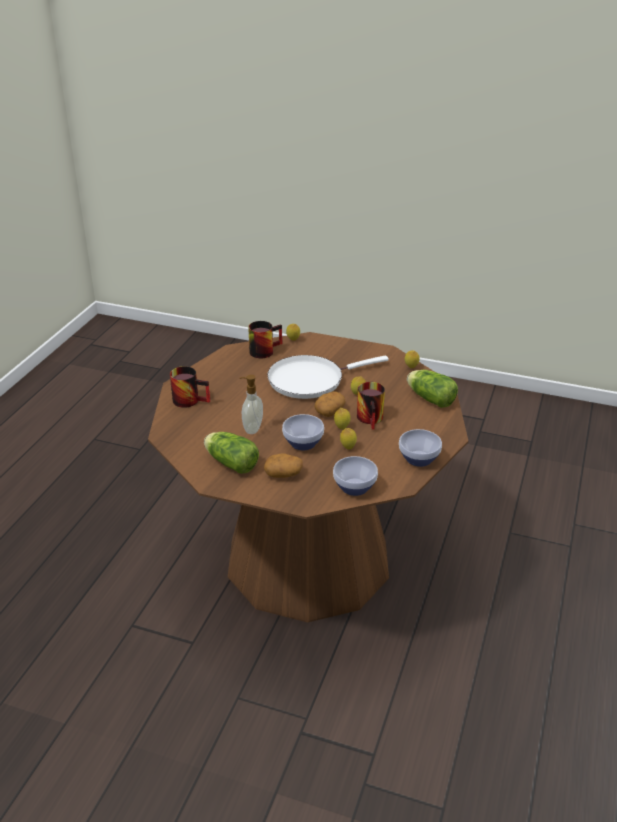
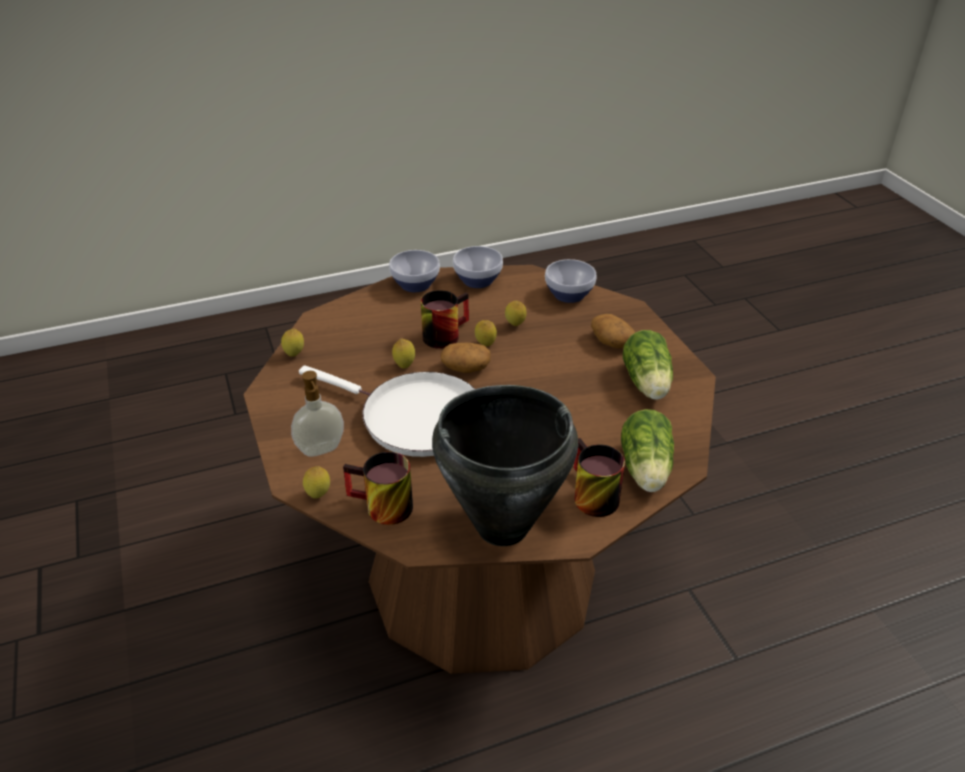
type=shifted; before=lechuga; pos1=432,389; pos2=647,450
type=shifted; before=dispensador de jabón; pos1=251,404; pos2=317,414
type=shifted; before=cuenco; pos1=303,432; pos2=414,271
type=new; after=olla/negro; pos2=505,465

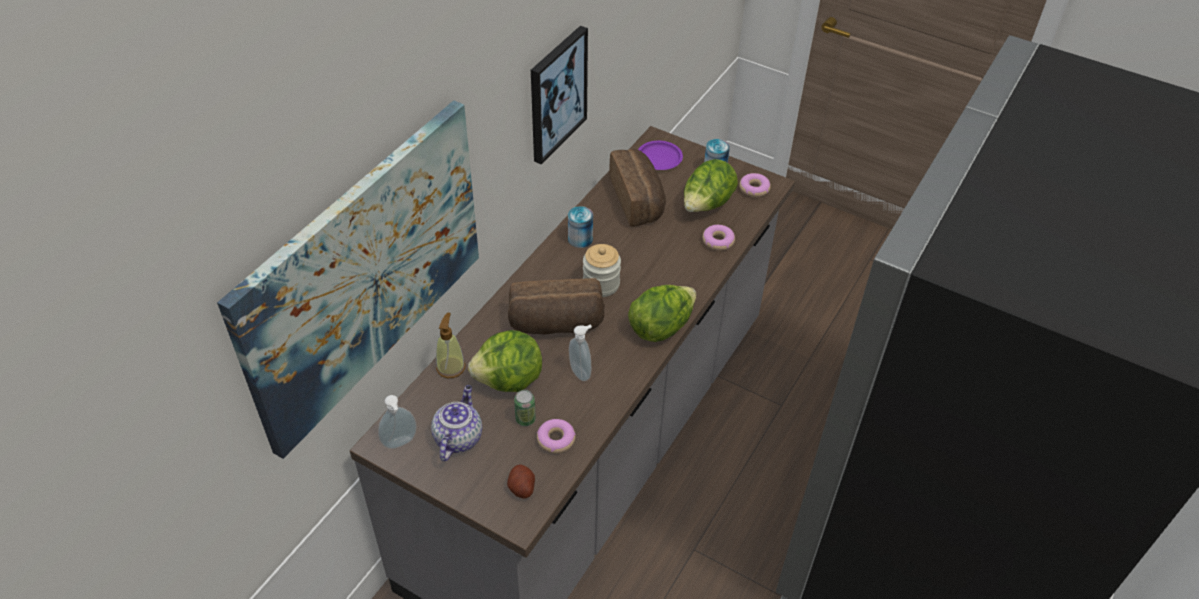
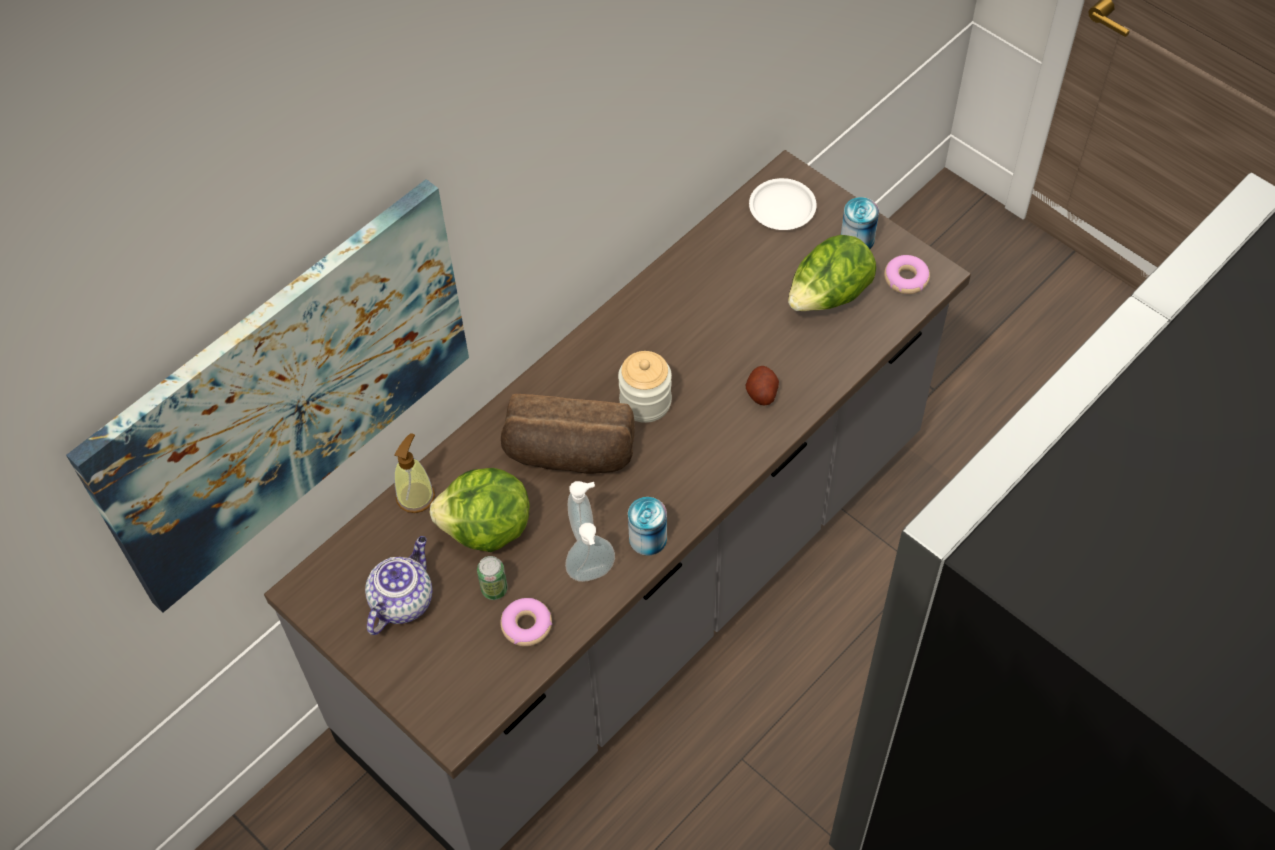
type=gone; before=cuadro; pos1=559,95
type=repainted; before=plato/morado; after=plato/blanco; pos1=660,155; pos2=783,204
type=gone; before=pan; pos1=637,188
type=shifted; before=lata; pos1=580,227; pos2=647,526
type=gone; before=rosquilla; pos1=718,238
type=gone; before=lechuga; pos1=662,313
type=shifted; before=dispensador de jabón; pos1=397,422; pos2=590,552
type=shifted; before=patata; pos1=521,481; pos2=762,386

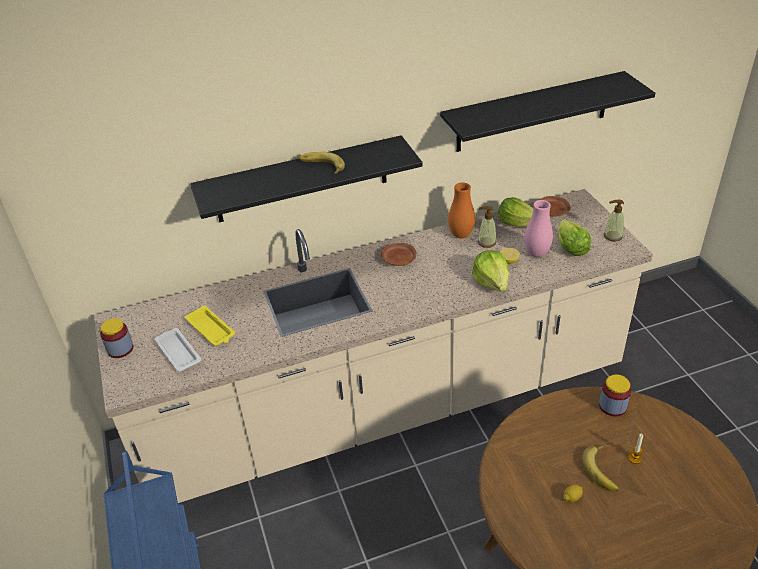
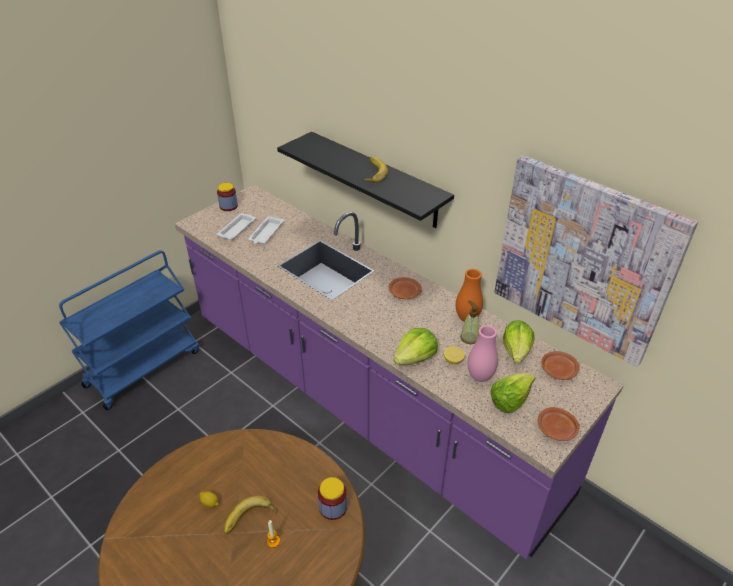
type=swapped; before=estante/negro; after=cuadro; pos1=547,111; pos2=596,261
type=repainted; before=mueble bajo de cocina/beis; after=mueble bajo de cocina/morado; pos1=373,346; pos2=399,372
type=swapped; before=dispensador de jabón; after=plato/marrón; pos1=614,221; pos2=559,424
type=repainted; before=bandeja/amarillo; after=bandeja/blanco; pos1=210,325; pos2=266,230

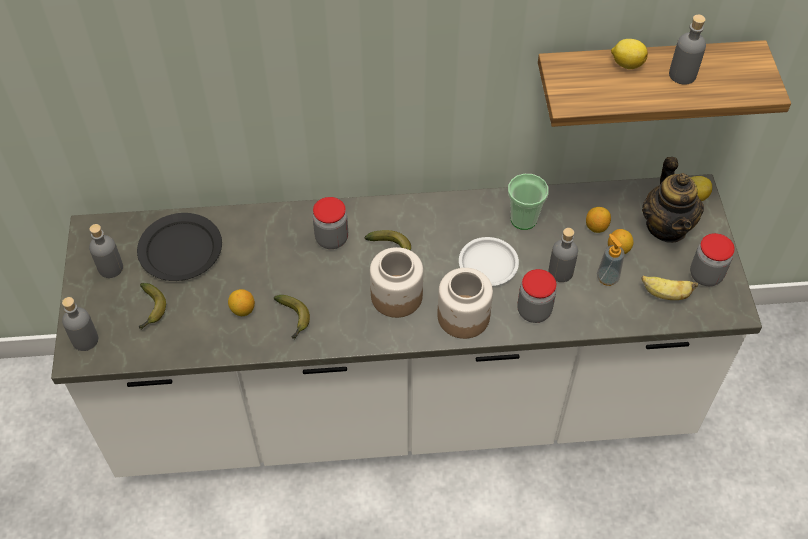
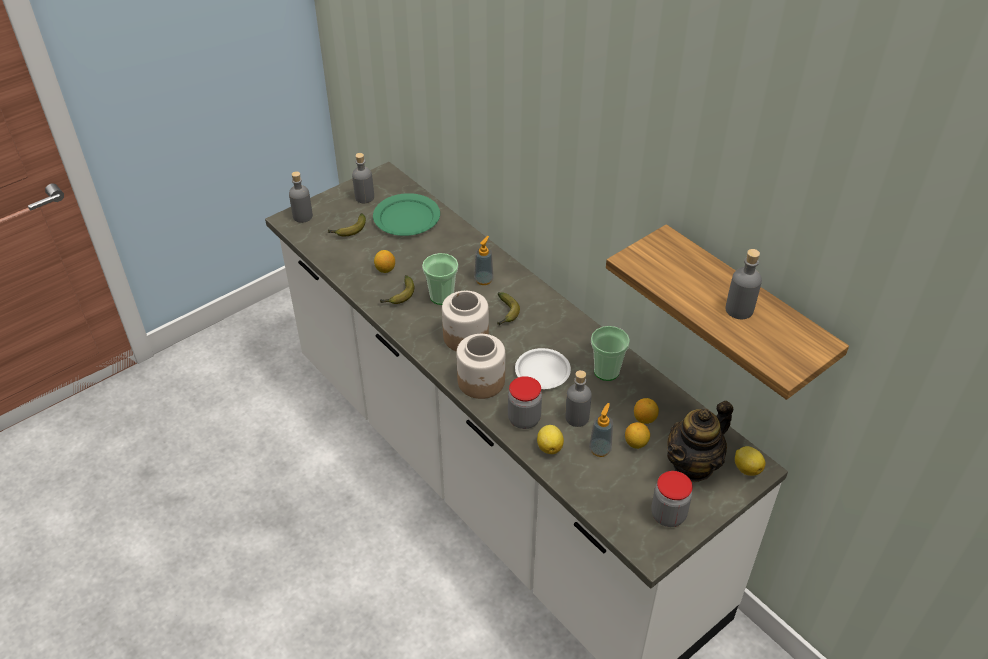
type=shifted; before=limón; pos1=629,54; pos2=550,439
type=swapped; before=tarro; after=dispensador de jabón; pos1=330,223; pos2=484,260
type=repainted; before=plato/negro; after=plato/verde; pos1=179,247; pos2=406,214
type=gone; before=plátano; pos1=670,288
type=new; after=taza; pos2=440,279

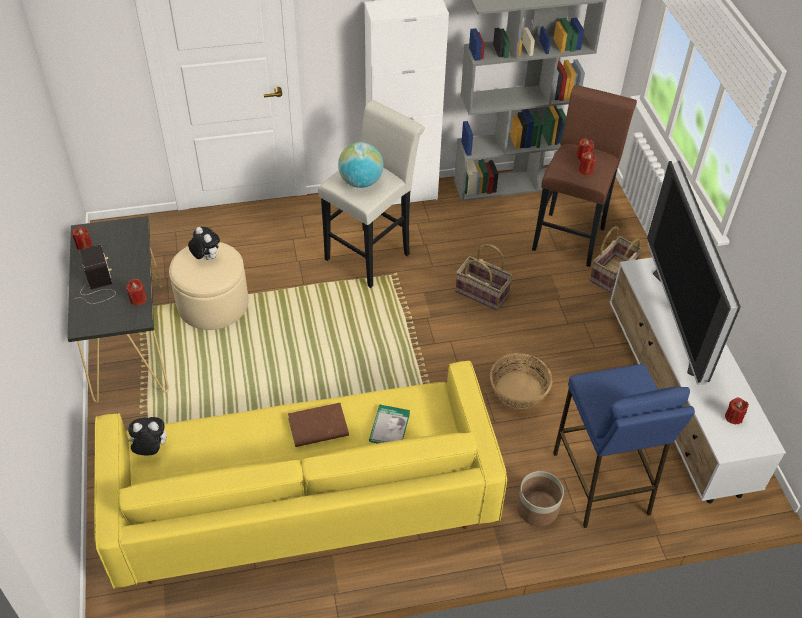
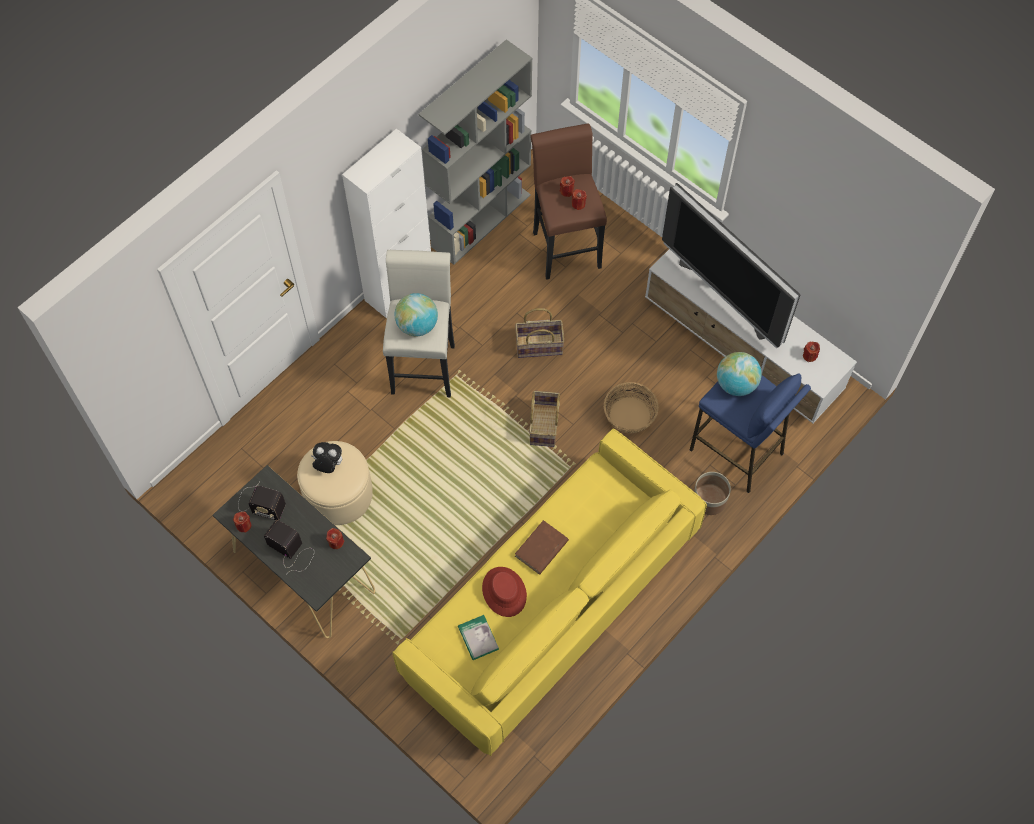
type=shifted; before=cesta; pos1=615,259; pos2=544,419
type=shifted; before=libro; pos1=389,424; pos2=478,637
type=gone; before=peluche; pos1=147,436
type=new; after=globo terráqueo; pos2=739,374
type=new; after=radio; pos2=262,501
type=new; after=sombrero/rojo; pos2=504,592

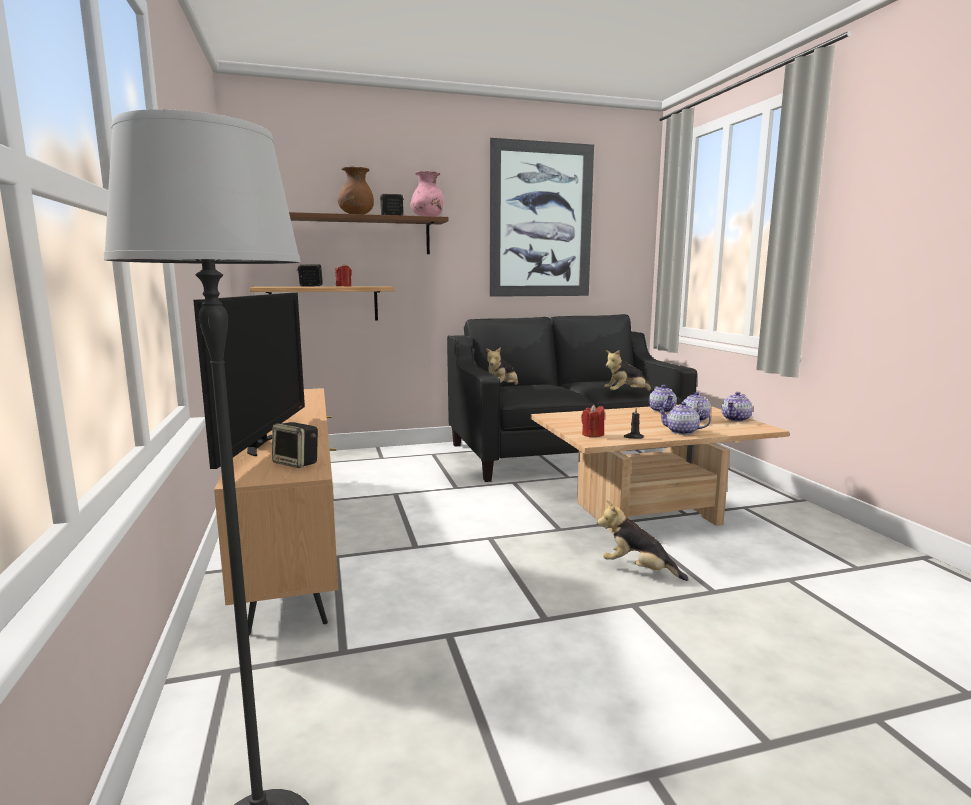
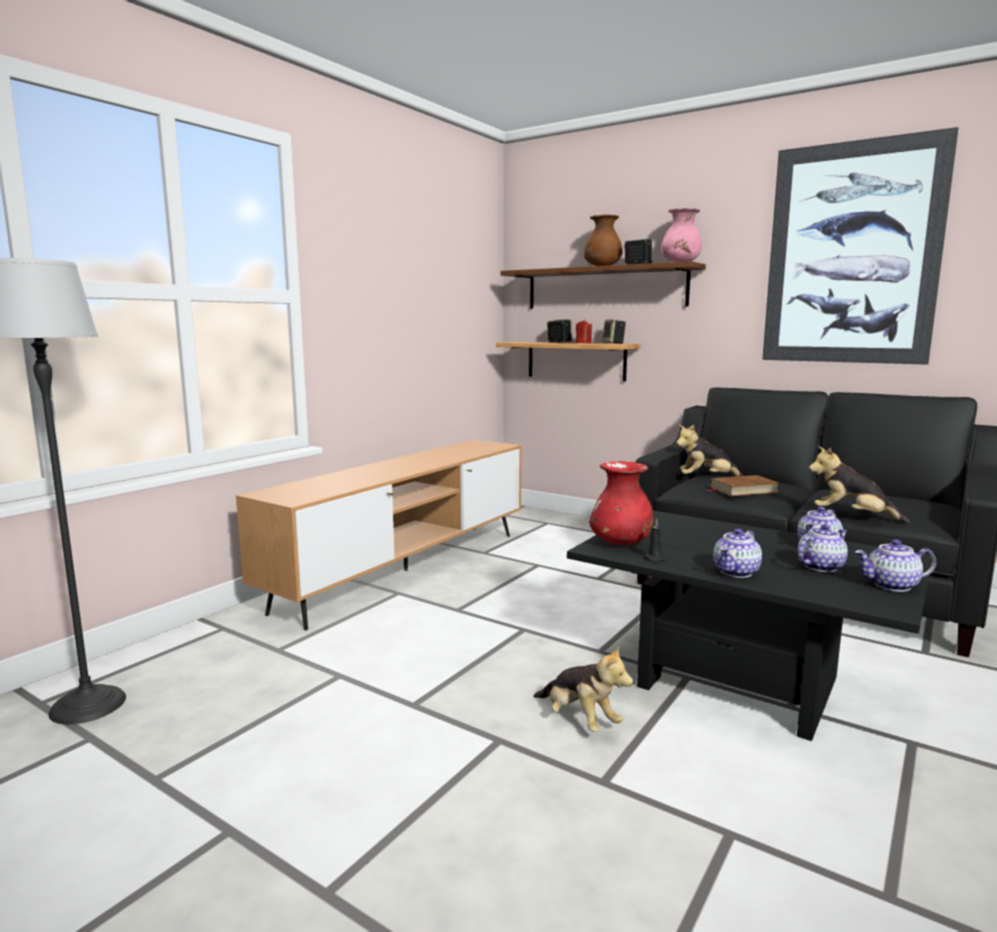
type=gone; before=televisor; pos1=249,380
type=rotated; before=tetera; pos1=684,418; pos2=737,553; turn=-120
type=repainted; before=mesa de centro/beis; after=mesa de centro/negro; pos1=660,469; pos2=749,625
type=swapped; before=vela/rojo; after=florero/rojo; pos1=593,421; pos2=621,503
type=shifted; before=altavoz; pos1=295,445; pos2=614,331
type=rotated; before=peluche; pos1=643,540; pos2=583,688; turn=150
type=new; after=libro/marrón; pos2=743,485

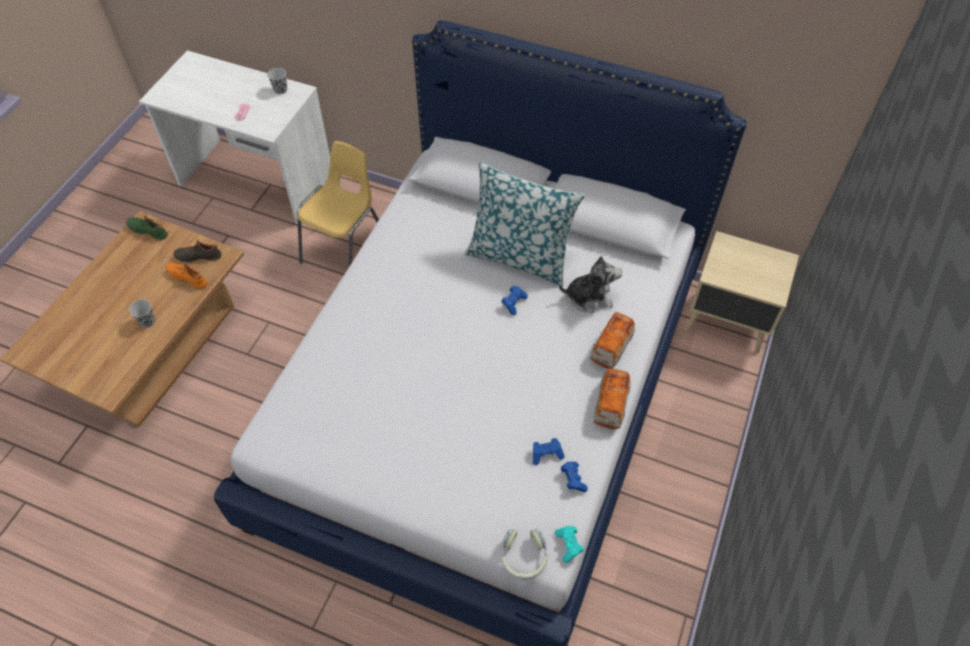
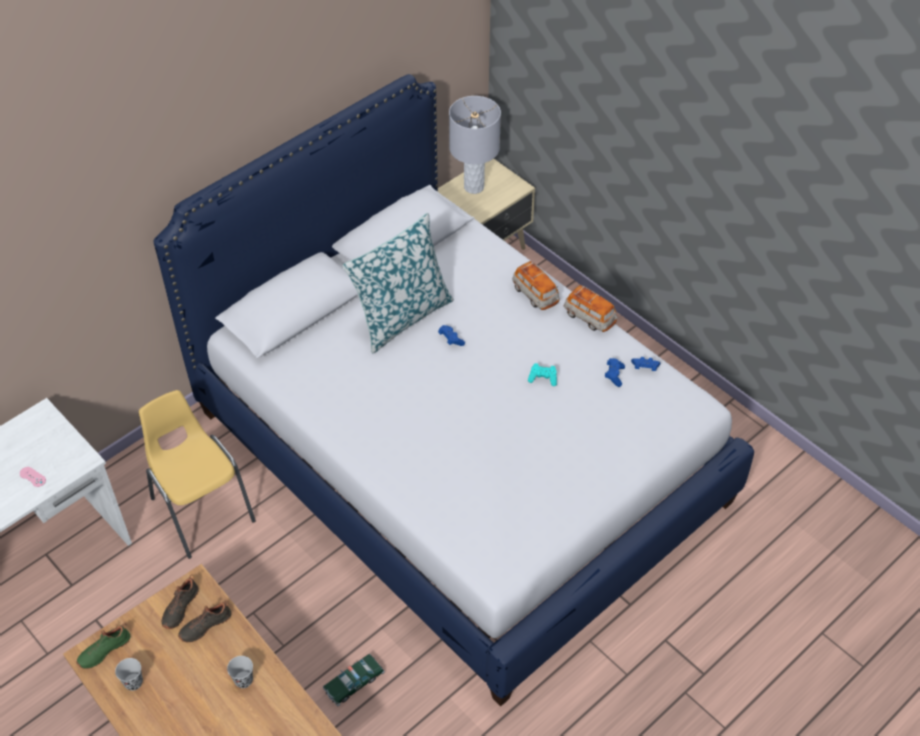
type=shifted; before=taza/negro; pos1=277,81; pos2=129,674
type=gone; before=peluche; pos1=590,284
type=repainted; before=zapato/naranja; after=zapato/negro; pos1=186,276; pos2=204,621
type=shifted; before=mando de consola/turquesa; pos1=569,544; pos2=542,374
type=gone; before=auriculares; pos1=524,554
type=new; after=lámpara de mesa/gris; pos2=475,145
type=new; after=coche de juguete; pos2=354,680

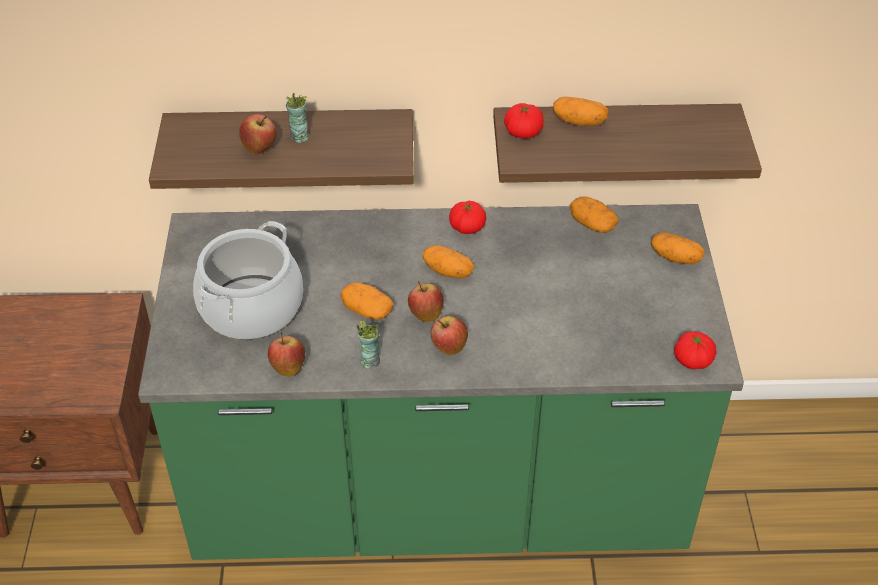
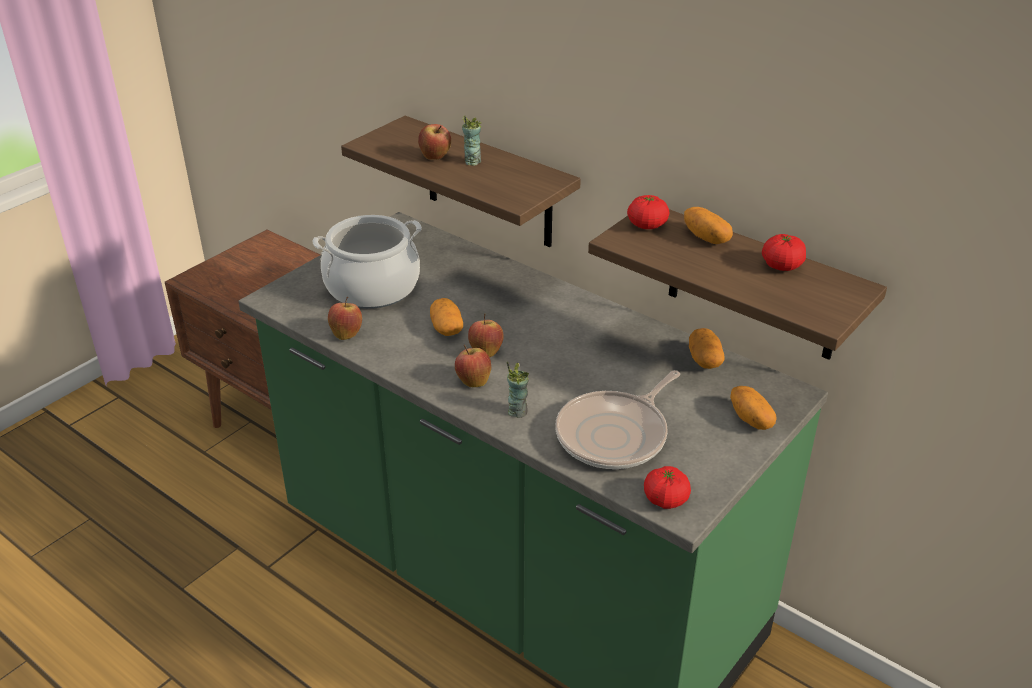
type=shifted; before=tomate; pos1=467,217; pos2=784,252
type=gone; before=patata; pos1=448,262
type=shifted; before=taza; pos1=368,344; pos2=517,389
type=new; after=sartén; pos2=617,419

